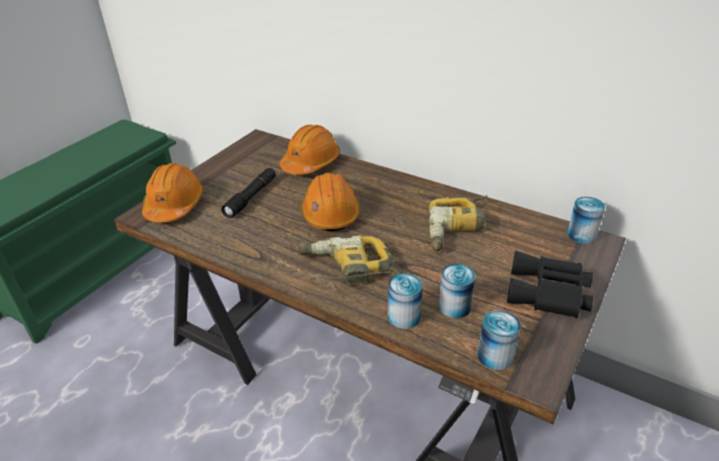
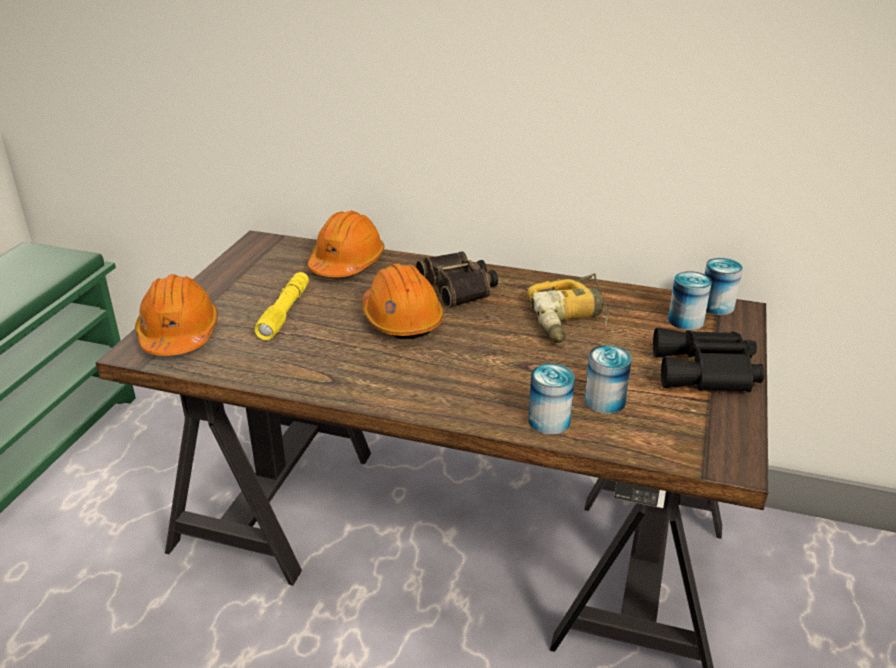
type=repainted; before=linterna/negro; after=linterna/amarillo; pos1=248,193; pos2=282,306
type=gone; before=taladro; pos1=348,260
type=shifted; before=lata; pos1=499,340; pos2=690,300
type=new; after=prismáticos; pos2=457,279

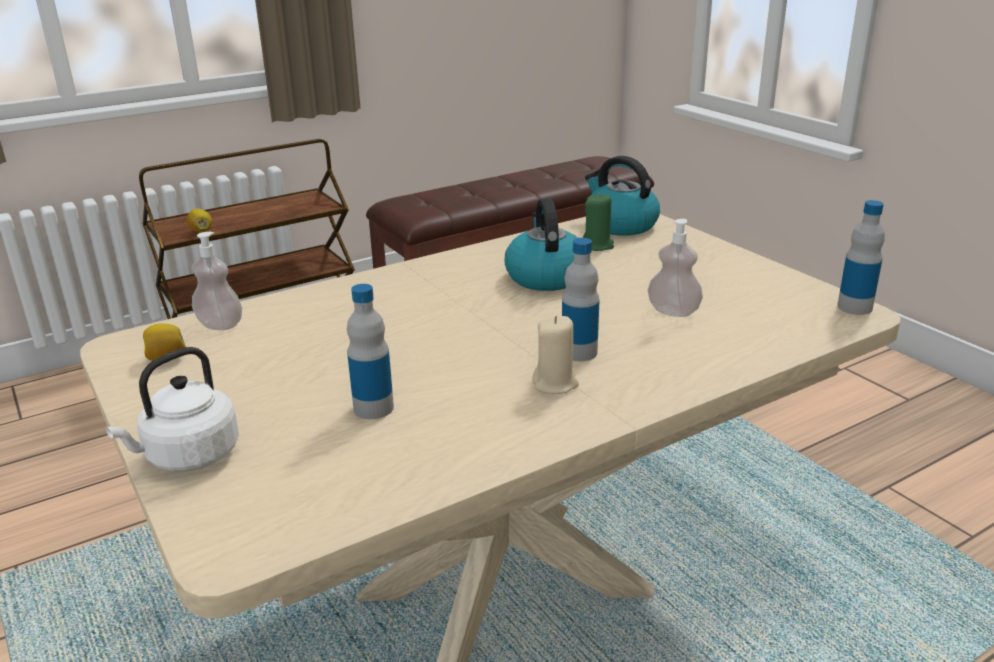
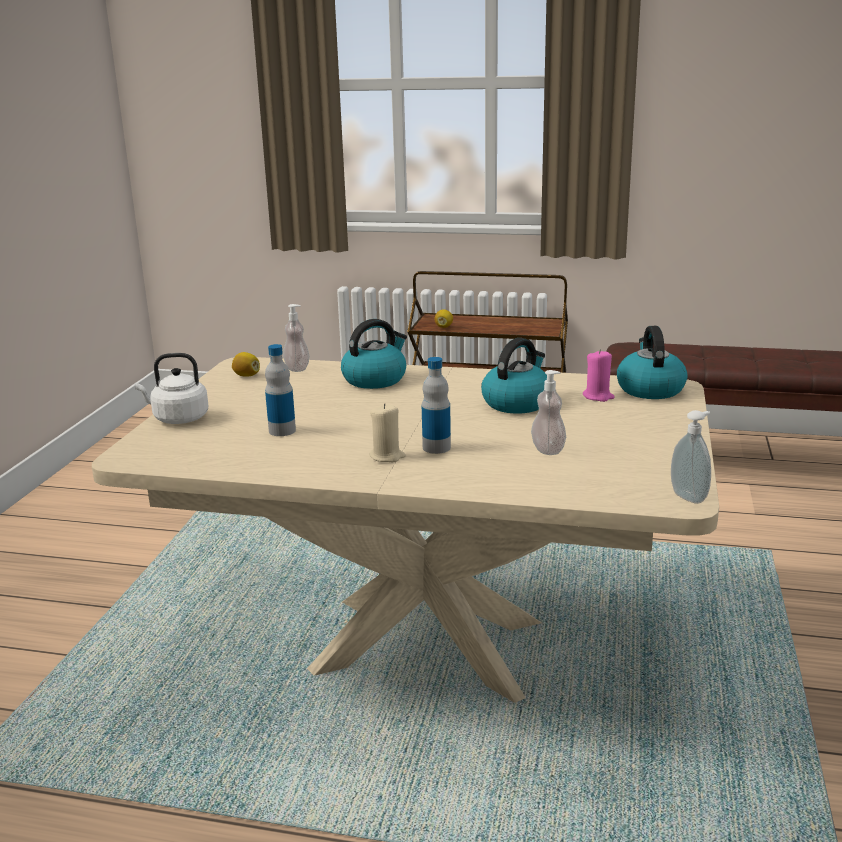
type=repainted; before=vela/verde; after=vela/rosa; pos1=598,222; pos2=599,375
type=swapped; before=botella; after=dispensador de jabón; pos1=861,257; pos2=691,457
type=new; after=hervidor; pos2=374,354

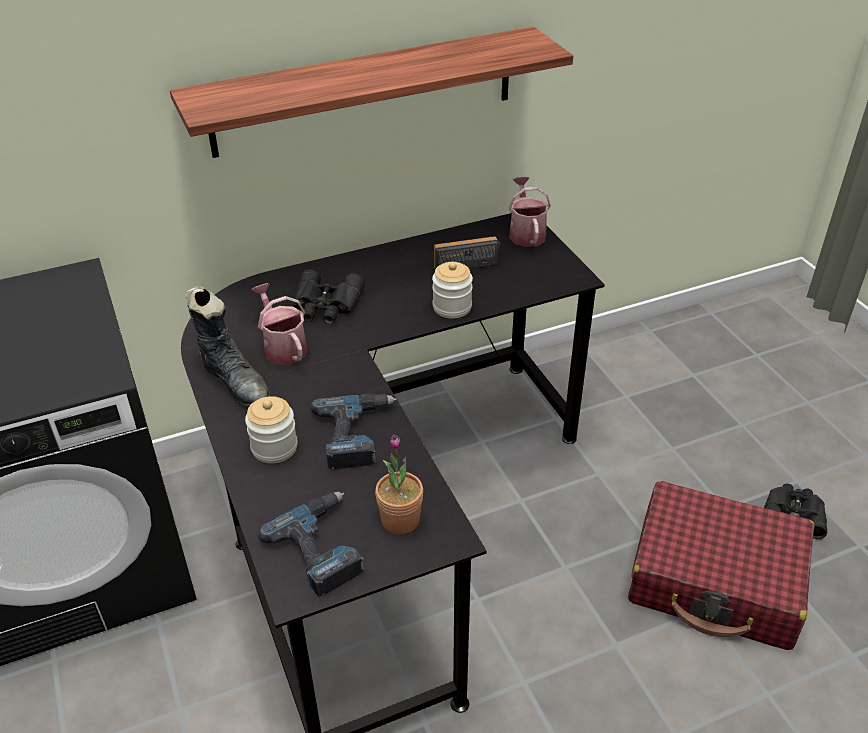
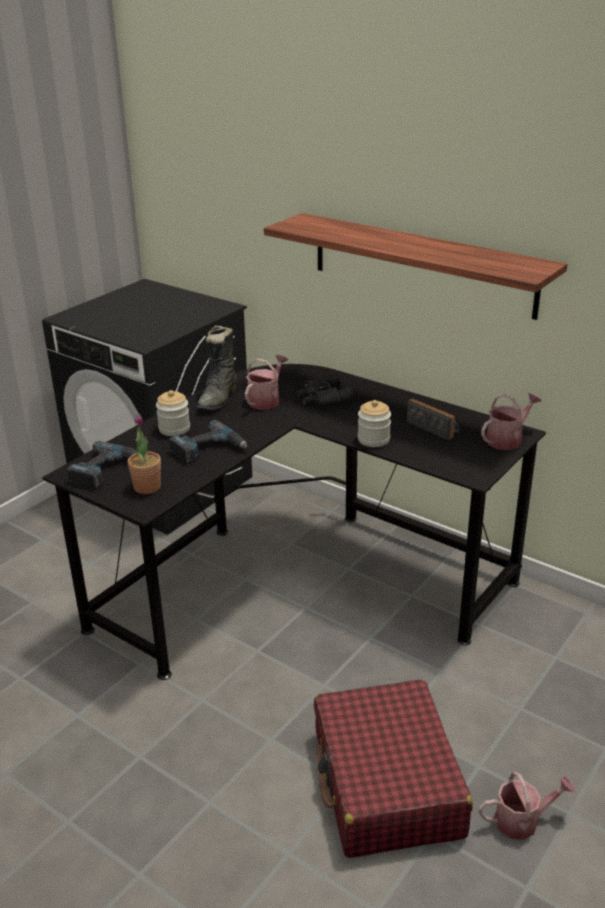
type=swapped; before=prismáticos/negro; after=regadera; pos1=795,511; pos2=527,805

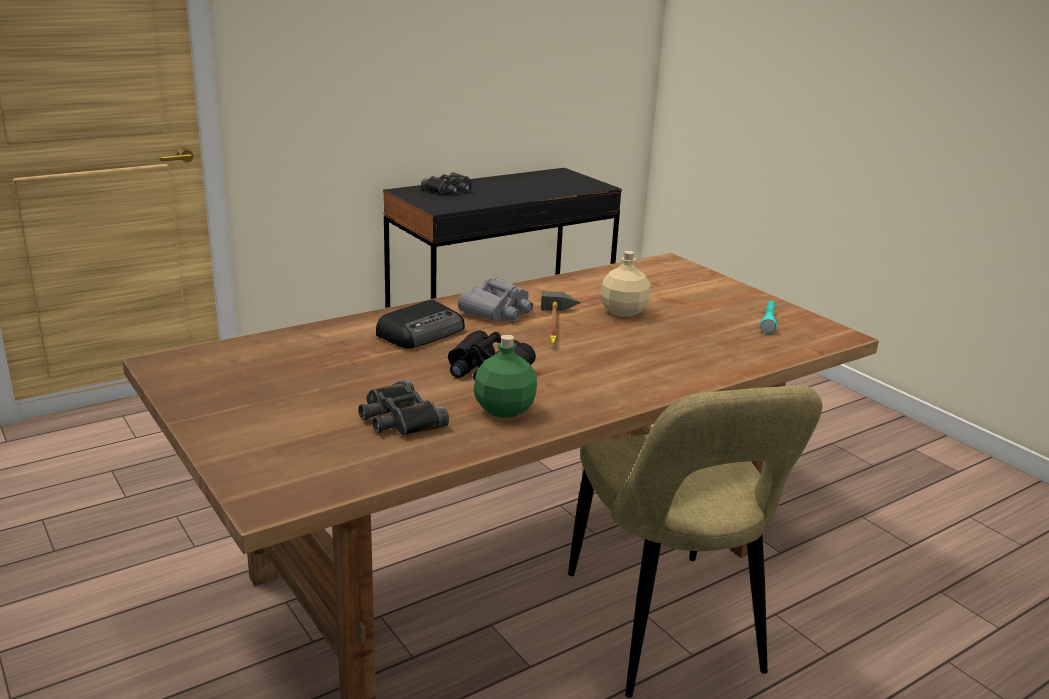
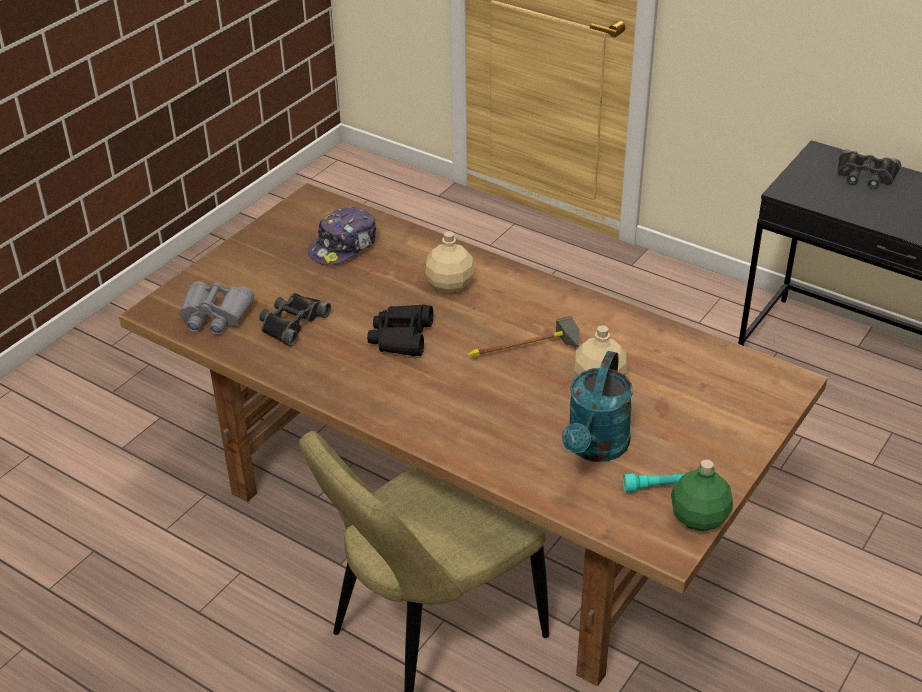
type=shifted; before=prismáticos/gris; pos1=495,299; pos2=217,308
type=swapped; before=radio; after=botella/beis; pos1=420,324; pos2=449,262
type=shifted; before=botella/verde; pos1=505,376; pos2=702,495
type=new; after=gorra; pos2=342,236
type=new; after=regadera/turquesa; pos2=597,406

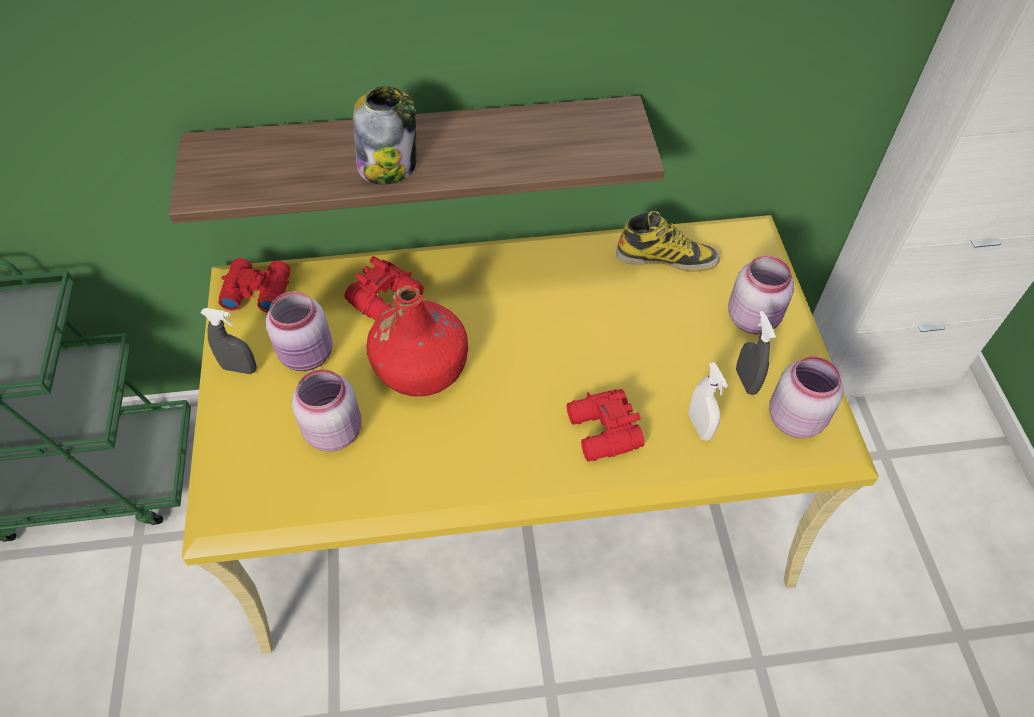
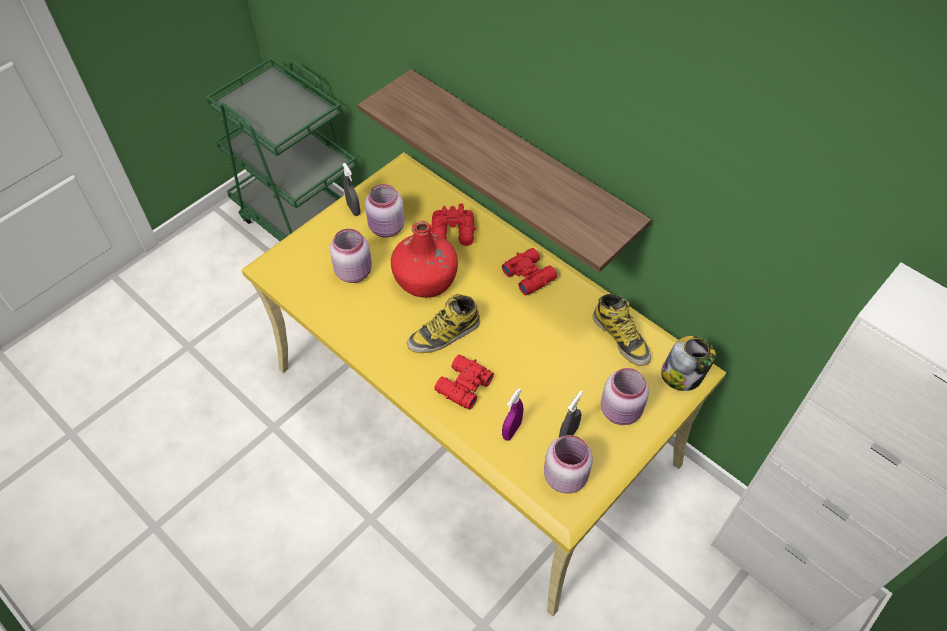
type=shifted; before=tarro; pos1=384,135; pos2=688,363
type=shifted; before=prismáticos/rojo; pos1=254,285; pos2=529,271
type=repainted; before=pulverizador/blanco; after=pulverizador/morado; pos1=708,401; pos2=512,414
type=new; after=bota; pos2=443,323

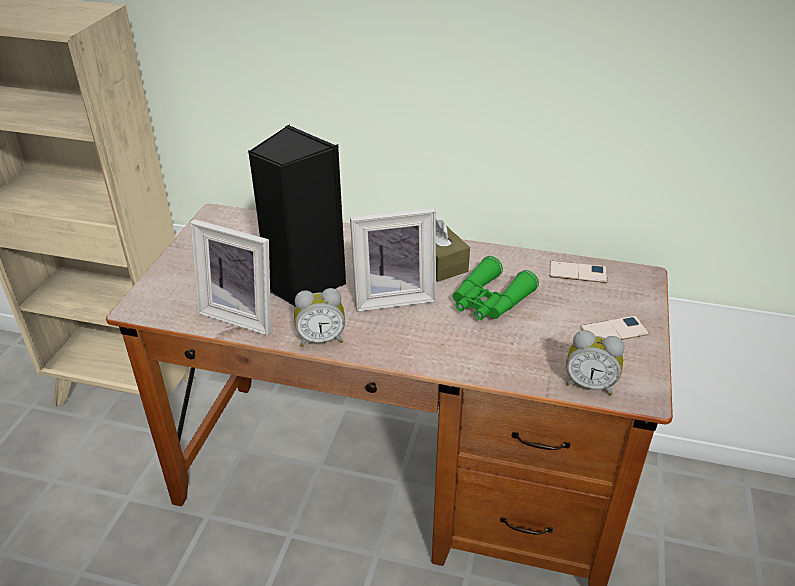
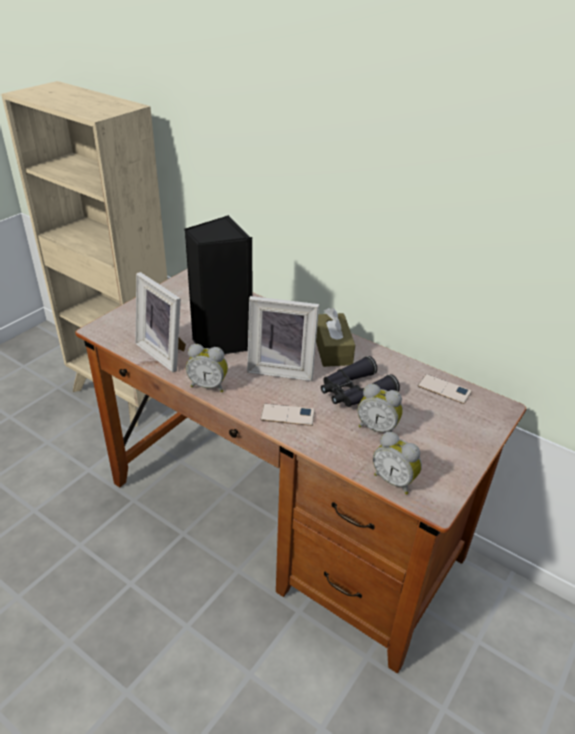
type=repainted; before=prismáticos/verde; after=prismáticos/negro; pos1=496,288; pos2=360,381
type=shifted; before=móvil; pos1=614,328; pos2=287,415
type=new; after=despertador; pos2=380,408

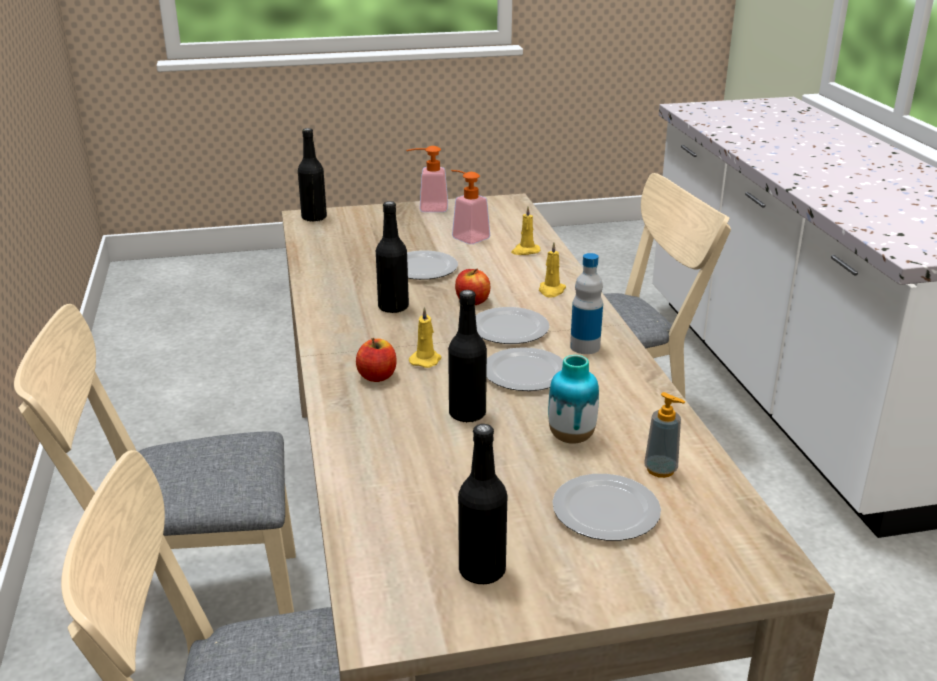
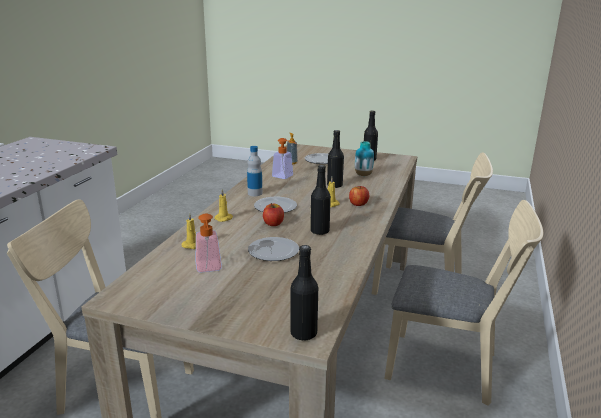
type=shifted; before=dispensador de jabón; pos1=427,179; pos2=284,158
type=gone; before=plato; pos1=525,369
type=shifted; before=florero; pos1=573,399; pos2=364,158

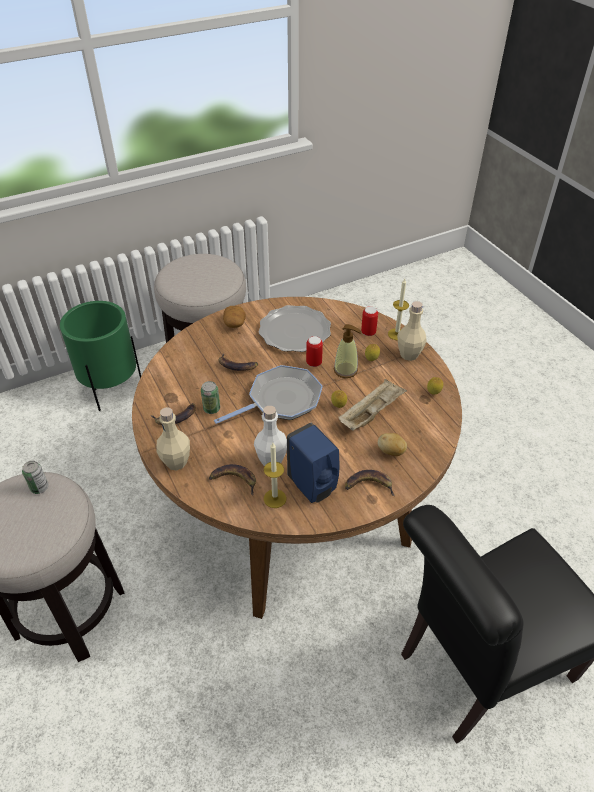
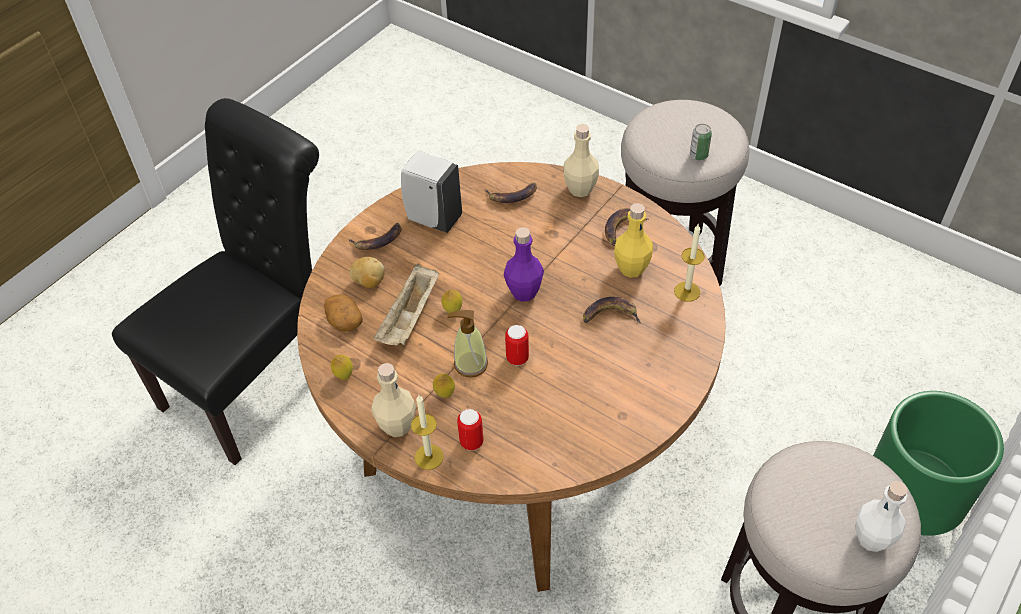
type=gone; before=plato; pos1=295,328
type=shifted; before=patata; pos1=234,317; pos2=343,313
type=swapped; before=sartén; after=botella/morado; pos1=268,394; pos2=524,264
type=gone; before=lata; pos1=210,397
type=shifted; before=botella/blanco; pos1=270,436; pos2=881,516
type=repainted; before=dispensador de jabón/azul; after=dispensador de jabón/blanco; pos1=313,463; pos2=431,192
type=shifted; before=vela; pos1=275,475; pos2=689,263
type=new; after=botella/amarillo; pos2=633,240

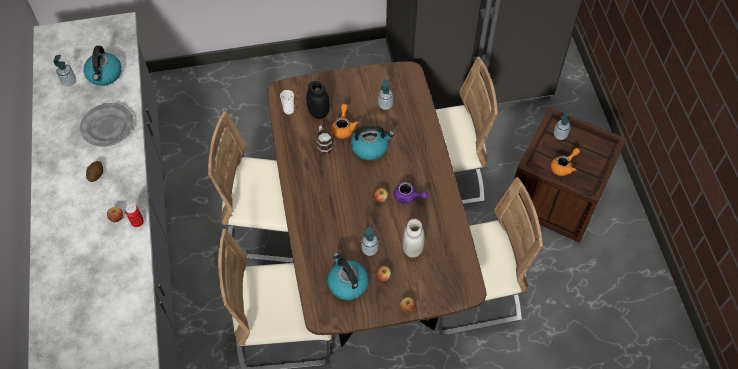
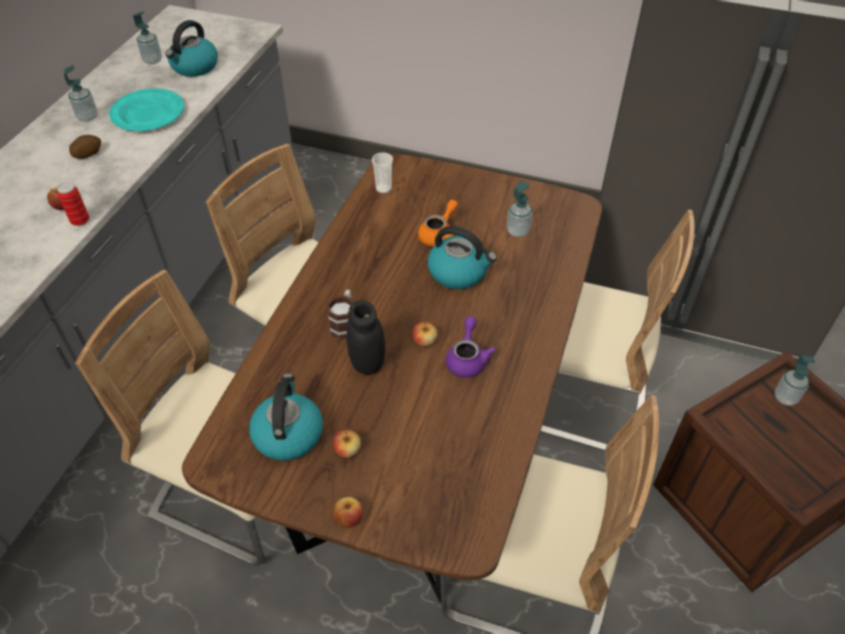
type=shifted; before=tarro/negro; pos1=318,100; pos2=366,337
type=repainted; before=plato/gris; after=plato/turquesa; pos1=107,125; pos2=146,109
type=shifted; before=taza grande; pos1=324,139; pos2=340,314
type=gone; before=tetera/naranja; pos1=565,162
type=rotated; before=tetera/morado; pos1=411,193; pos2=471,347; turn=-135
type=gone; before=tarro/blanco; pos1=413,238
type=shifted; before=dispensador de jabón; pos1=369,241; pos2=81,93

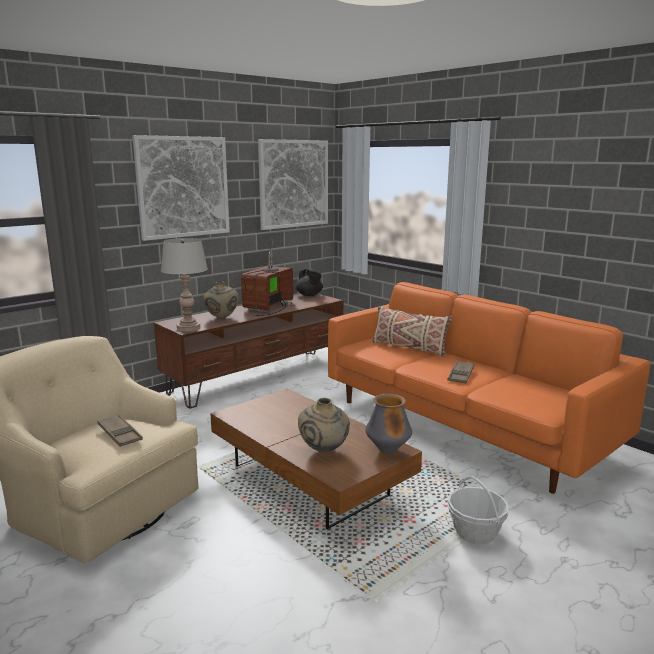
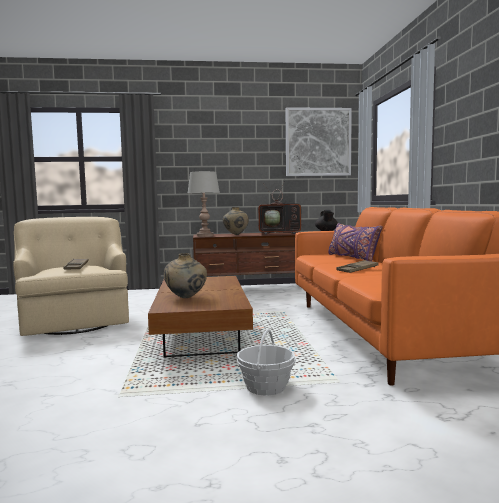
type=gone; before=cuadro; pos1=181,188
type=rotated; before=televisor; pos1=267,277; pos2=279,207; turn=-150
type=repainted; before=cojín/beis; after=cojín/morado; pos1=412,331; pos2=355,242
type=gone; before=florero; pos1=388,424

